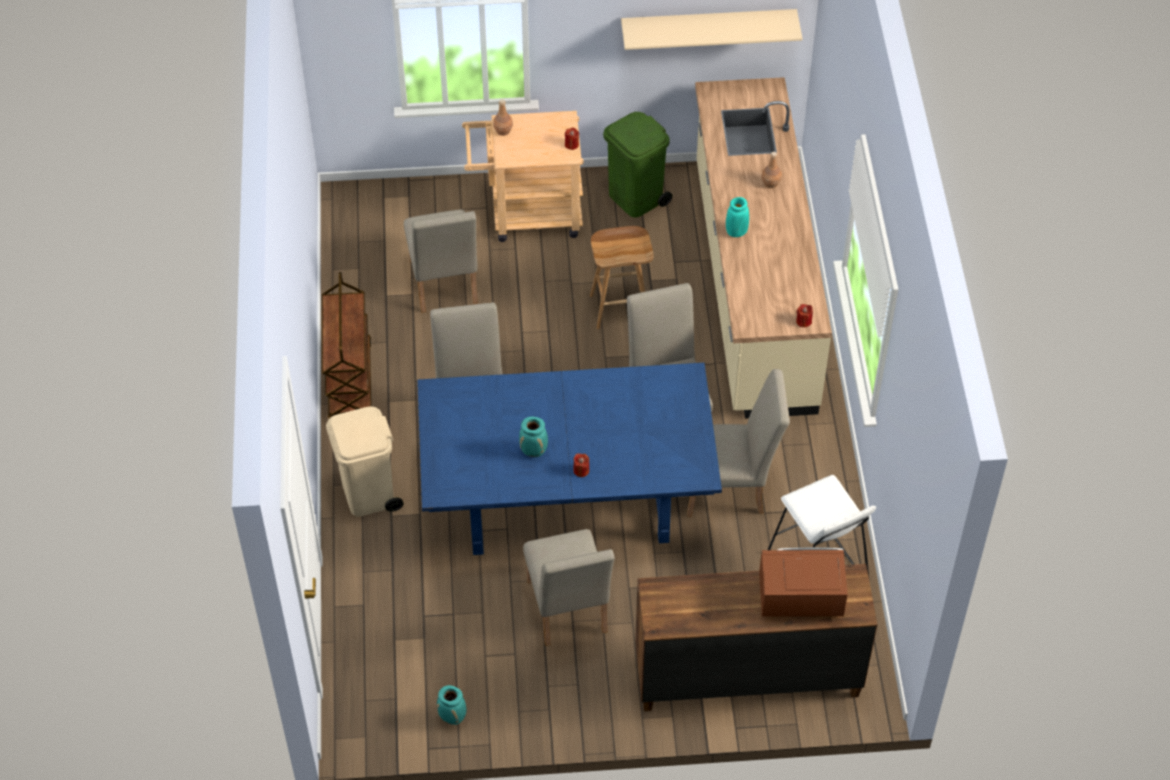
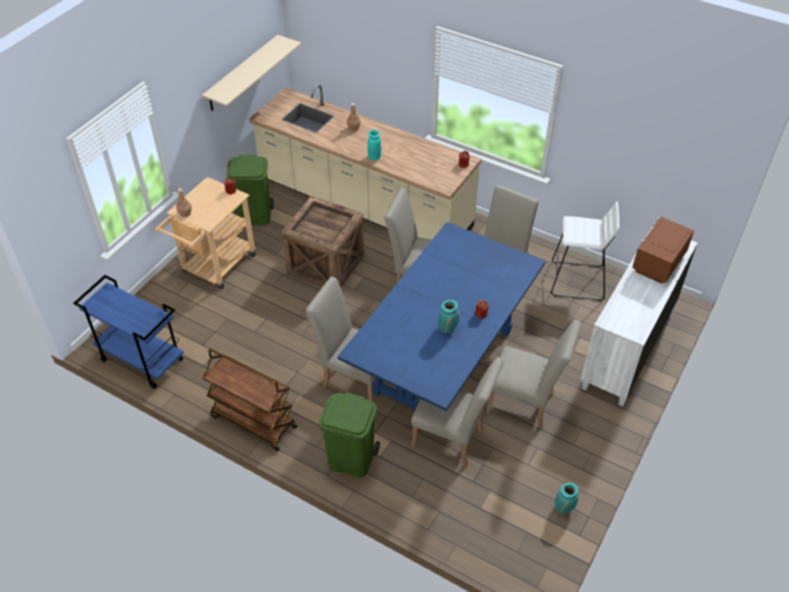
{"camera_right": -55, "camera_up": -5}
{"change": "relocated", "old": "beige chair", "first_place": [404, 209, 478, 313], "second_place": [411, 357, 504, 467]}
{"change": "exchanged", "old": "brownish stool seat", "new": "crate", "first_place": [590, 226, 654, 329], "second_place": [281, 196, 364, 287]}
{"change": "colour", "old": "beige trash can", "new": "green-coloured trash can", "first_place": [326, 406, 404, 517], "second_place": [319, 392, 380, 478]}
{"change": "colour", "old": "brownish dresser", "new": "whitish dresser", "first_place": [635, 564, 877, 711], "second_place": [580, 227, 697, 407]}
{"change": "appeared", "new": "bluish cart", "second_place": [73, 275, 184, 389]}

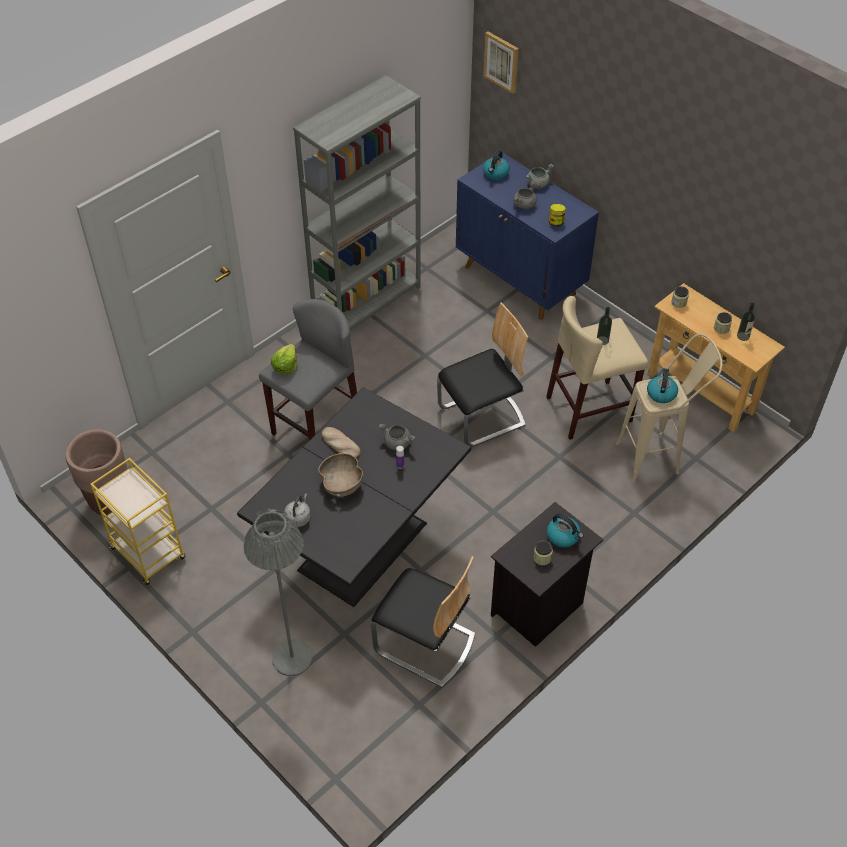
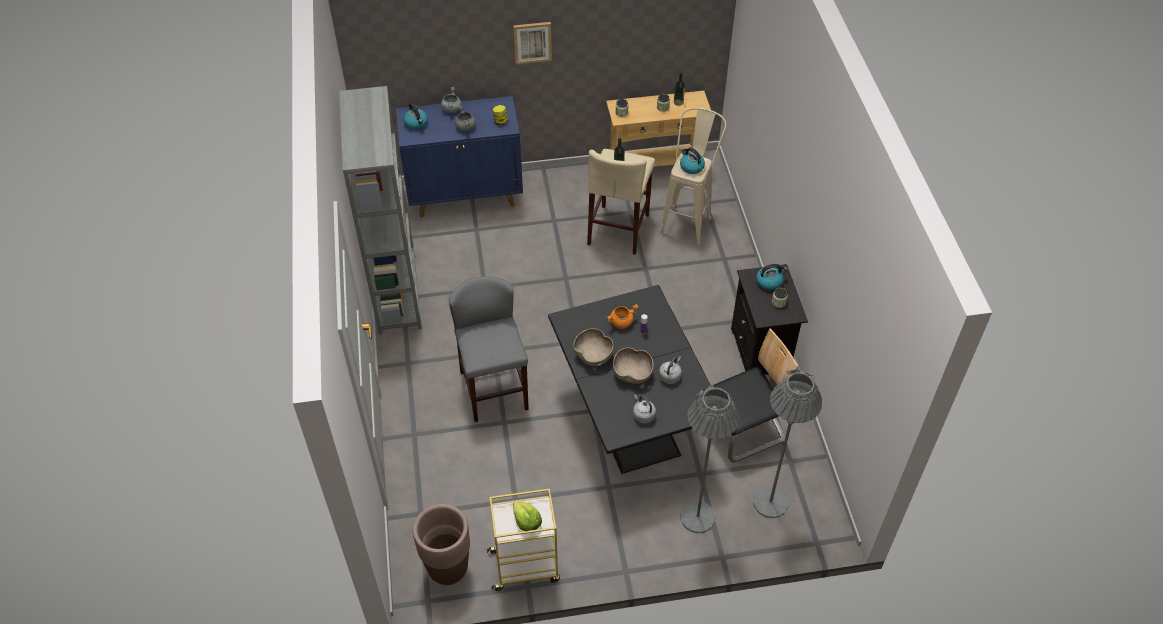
{"camera_right": -55, "camera_up": 0}
{"change": "relocated", "old": "picture", "first_place": [483, 32, 519, 94], "second_place": [513, 22, 552, 64]}
{"change": "missing", "old": "chair", "first_place": [437, 303, 528, 447]}
{"change": "relocated", "old": "lettuce", "first_place": [271, 344, 297, 374], "second_place": [513, 500, 542, 531]}
{"change": "colour", "old": "grey saucepot", "new": "orangey saucepot", "first_place": [379, 424, 416, 450], "second_place": [607, 304, 638, 329]}
{"change": "exchanged", "old": "baked bread", "new": "brownish serving bowl", "first_place": [322, 427, 361, 458], "second_place": [573, 328, 613, 366]}
{"change": "appeared", "new": "grey kettle", "second_place": [659, 357, 681, 384]}
{"change": "appeared", "new": "grey standing lamp", "second_place": [753, 370, 822, 518]}

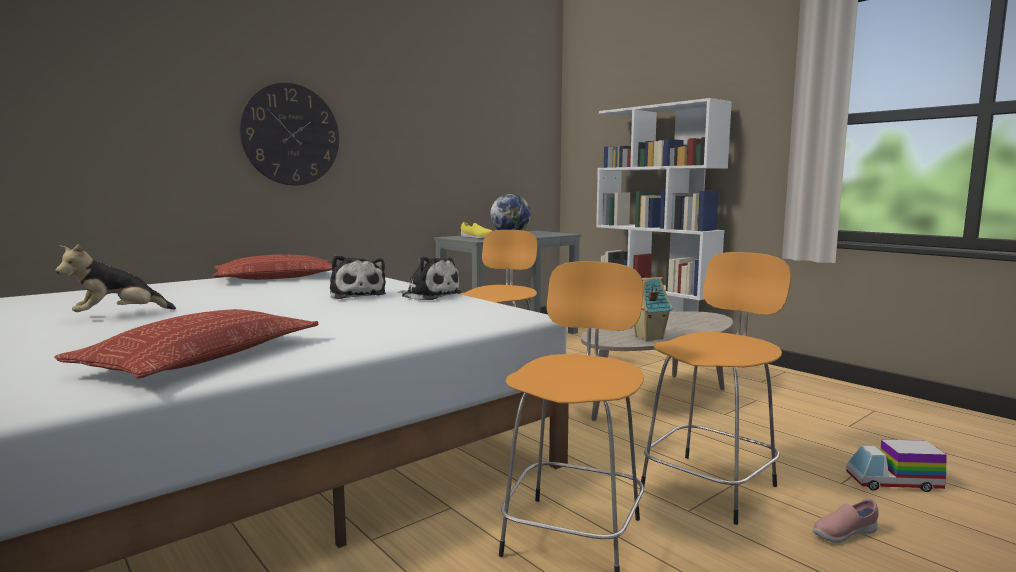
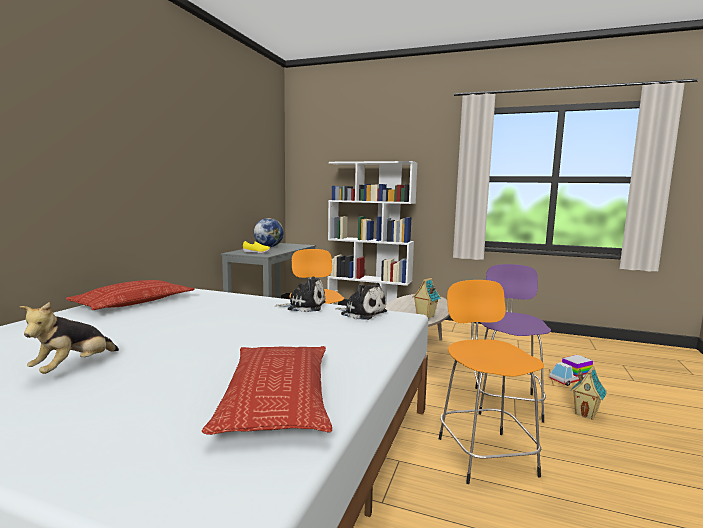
{"camera_right": -30, "camera_up": 0}
{"change": "missing", "old": "hanging clock", "first_place": [239, 83, 339, 185]}
{"change": "colour", "old": "orangey stool seat", "new": "purplish stool seat", "first_place": [641, 252, 791, 525], "second_place": [474, 264, 551, 423]}
{"change": "relocated", "old": "soft toy", "first_place": [330, 255, 386, 299], "second_place": [335, 283, 387, 320]}
{"change": "exchanged", "old": "pink low shoe", "new": "model house", "first_place": [813, 499, 879, 543], "second_place": [571, 366, 607, 420]}

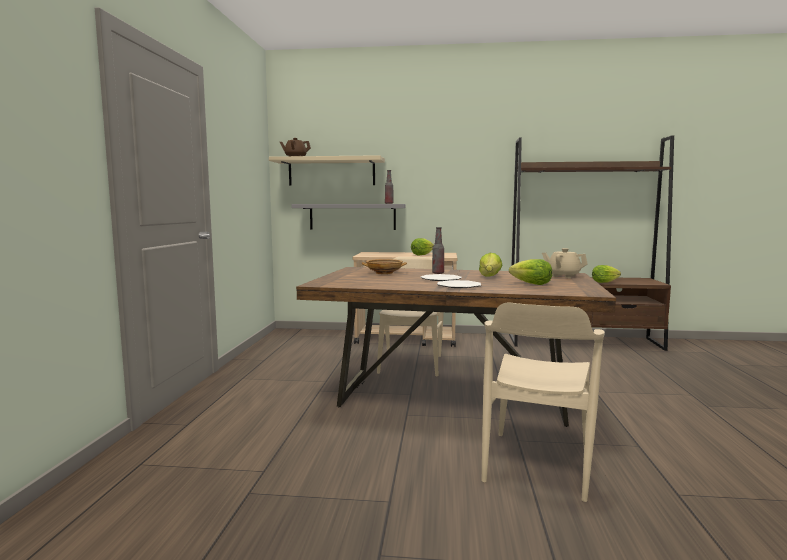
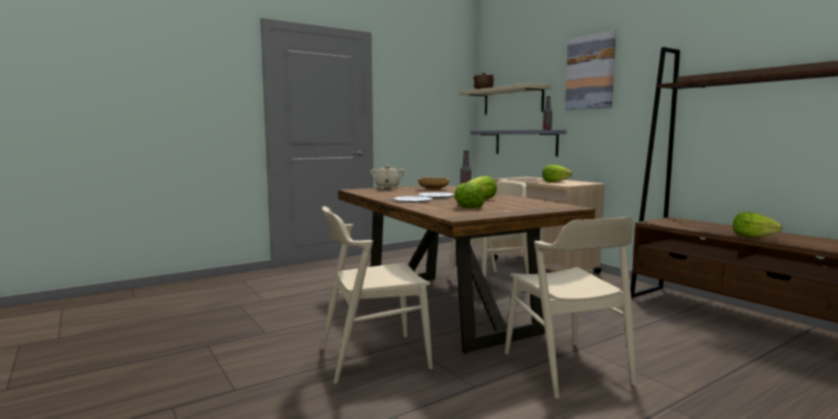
{"camera_right": 50, "camera_up": 0}
{"change": "relocated", "old": "beige pot for tea", "first_place": [542, 248, 588, 278], "second_place": [370, 165, 405, 189]}
{"change": "appeared", "new": "picture", "second_place": [565, 30, 616, 110]}
{"change": "appeared", "new": "beige chair", "second_place": [505, 217, 636, 399]}

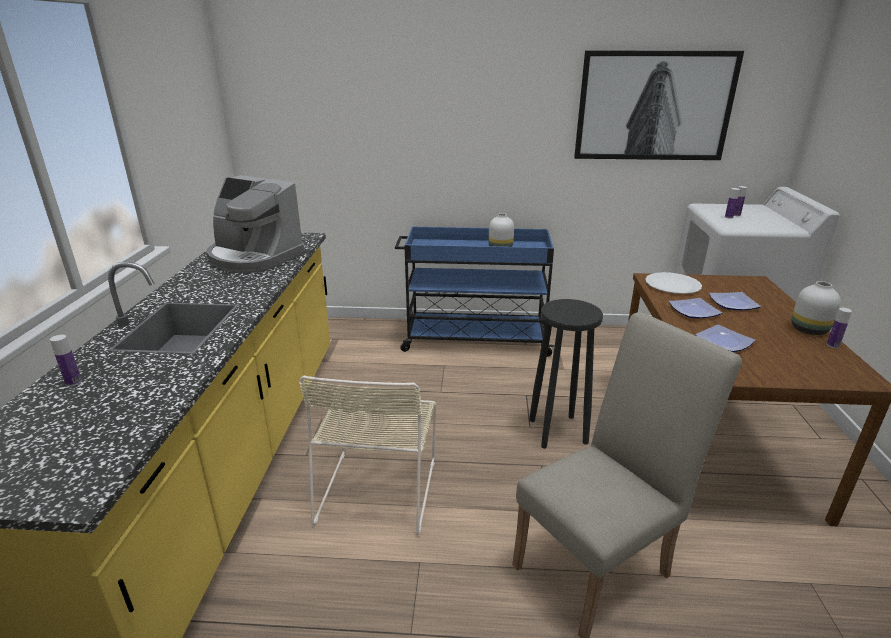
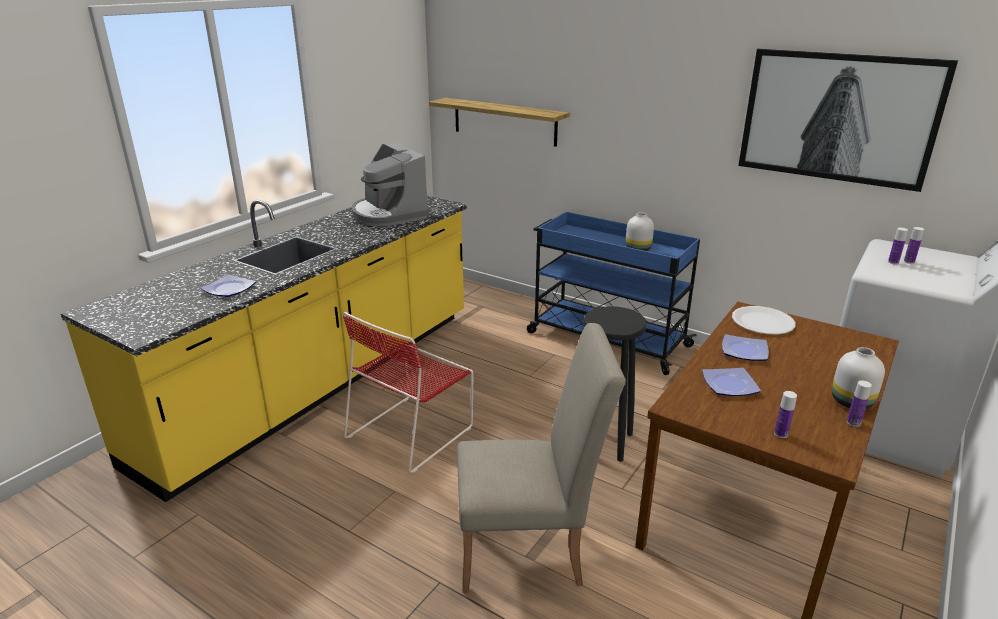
{"camera_right": 30, "camera_up": 0}
{"change": "relocated", "old": "flat dish", "first_place": [709, 292, 761, 310], "second_place": [201, 275, 256, 297]}
{"change": "relocated", "old": "beverage bottle", "first_place": [50, 335, 82, 386], "second_place": [774, 391, 797, 438]}
{"change": "colour", "old": "beige chair", "new": "red-coloured chair", "first_place": [299, 376, 436, 535], "second_place": [343, 312, 474, 473]}
{"change": "appeared", "new": "wall shelf", "second_place": [429, 98, 570, 147]}

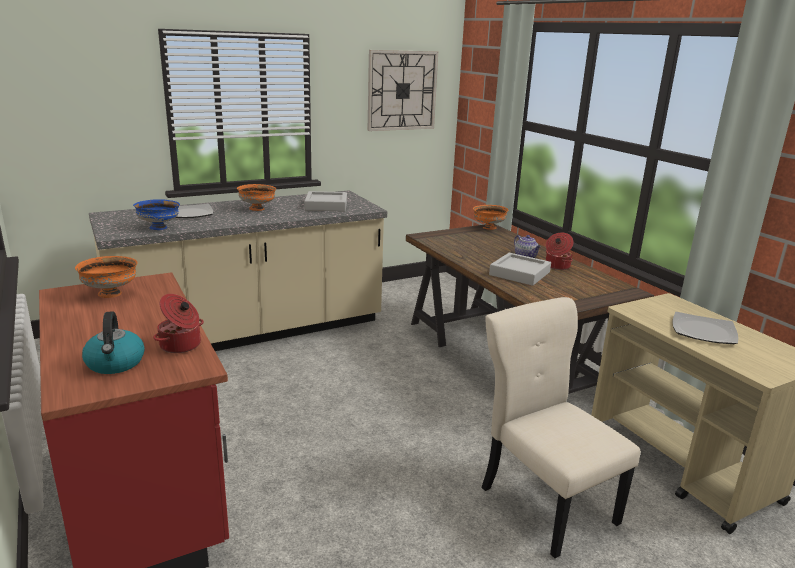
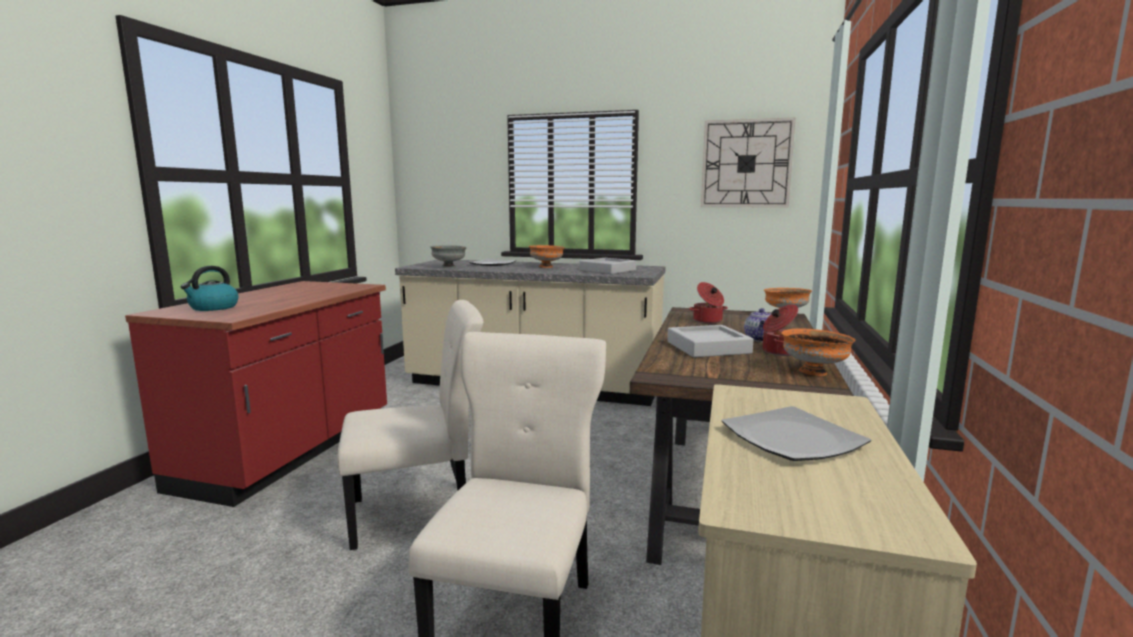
{"camera_right": 45, "camera_up": -10}
{"change": "colour", "old": "bluish serving bowl", "new": "grey serving bowl", "first_place": [133, 199, 180, 230], "second_place": [430, 245, 467, 268]}
{"change": "relocated", "old": "orangey serving bowl", "first_place": [75, 256, 138, 298], "second_place": [781, 328, 855, 376]}
{"change": "relocated", "old": "saucepot", "first_place": [153, 294, 204, 353], "second_place": [689, 282, 728, 323]}
{"change": "appeared", "new": "beige chair", "second_place": [337, 300, 484, 550]}

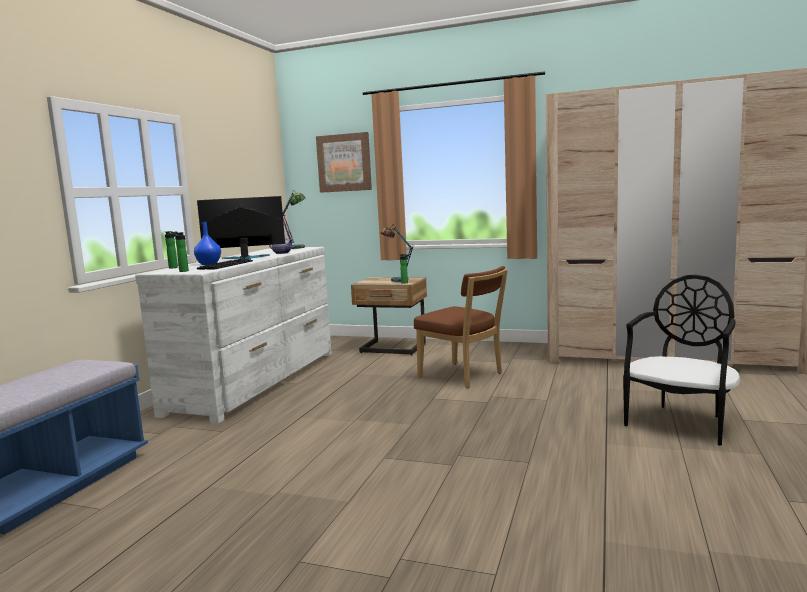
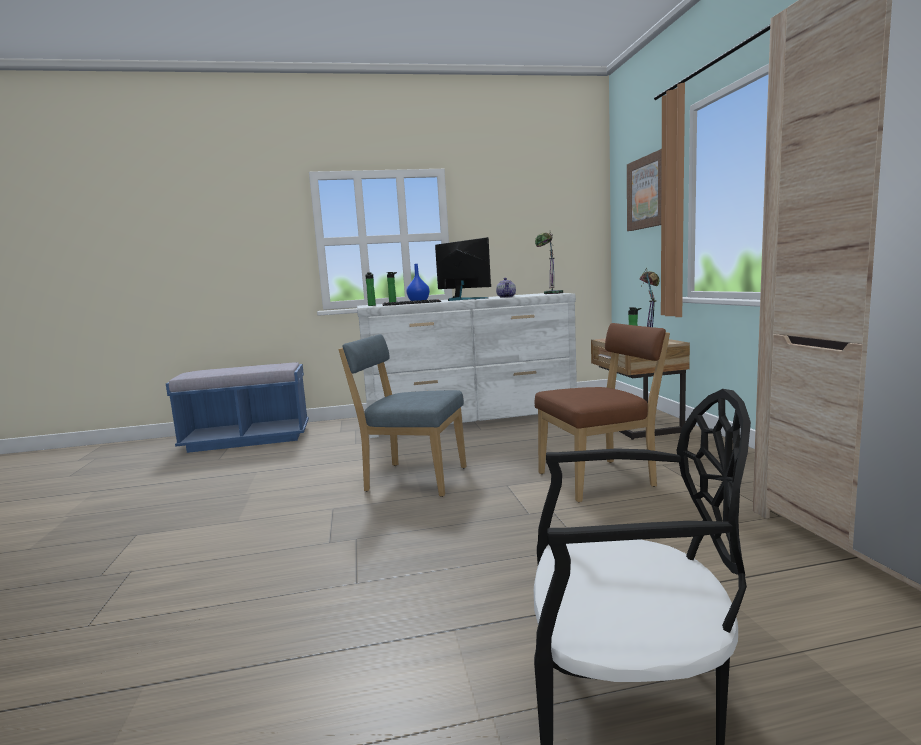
{"camera_right": 60, "camera_up": 0}
{"change": "spun", "old": "brownish chair", "first_place": [414, 266, 508, 388], "second_place": [535, 323, 670, 502], "degrees": -120}
{"change": "appeared", "new": "bluish chair", "second_place": [338, 334, 466, 497]}

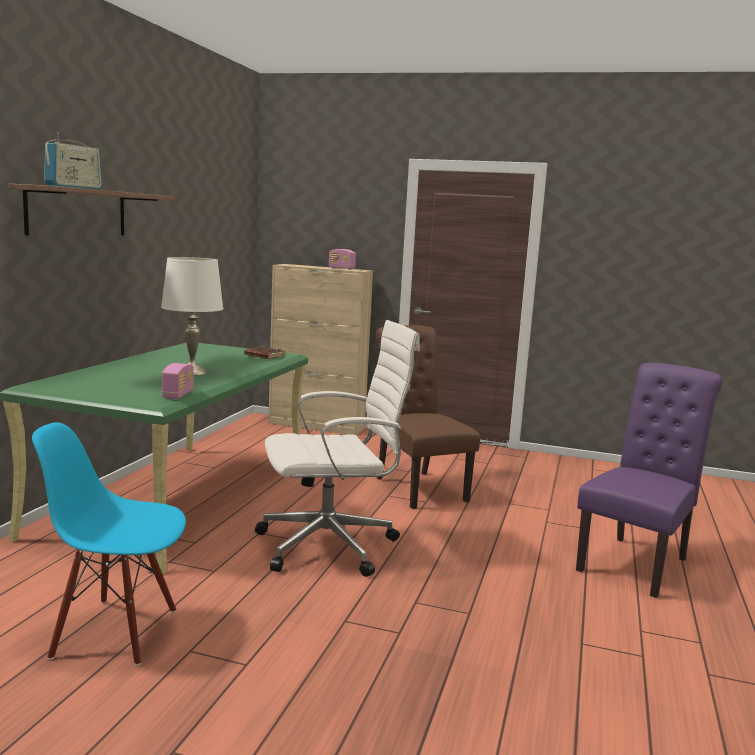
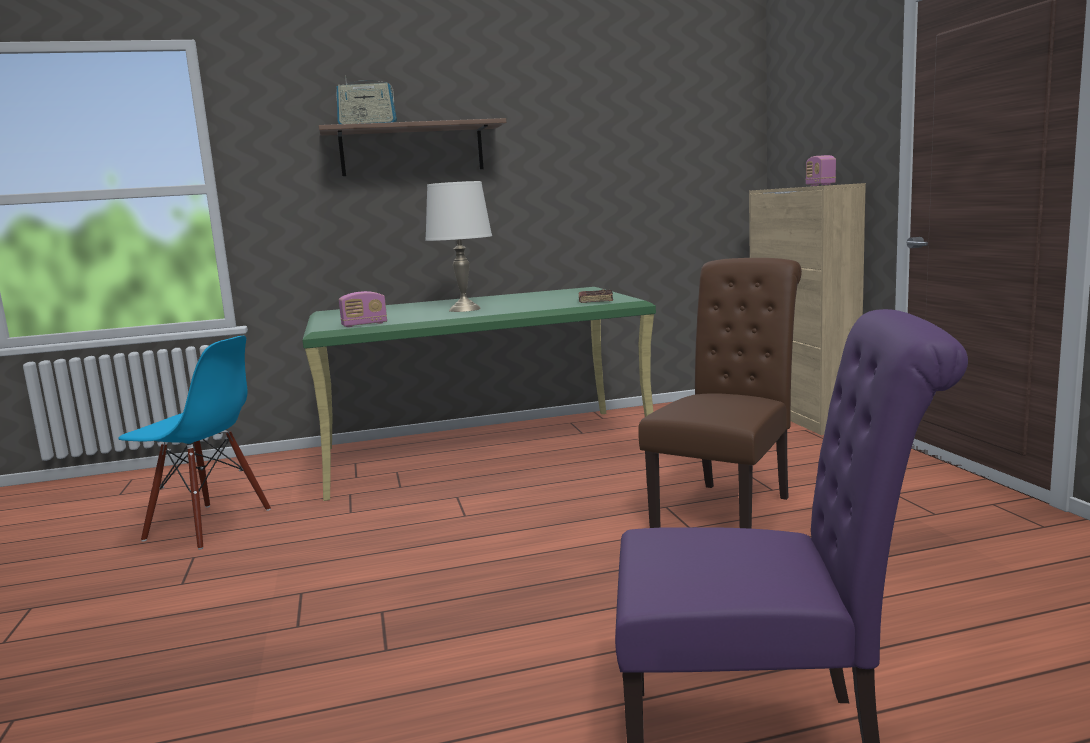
{"camera_right": 60, "camera_up": 0}
{"change": "missing", "old": "whitish desk chair", "first_place": [255, 320, 420, 577]}
{"change": "spun", "old": "bluish chair", "first_place": [32, 422, 186, 666], "second_place": [118, 336, 271, 550], "degrees": 135}

